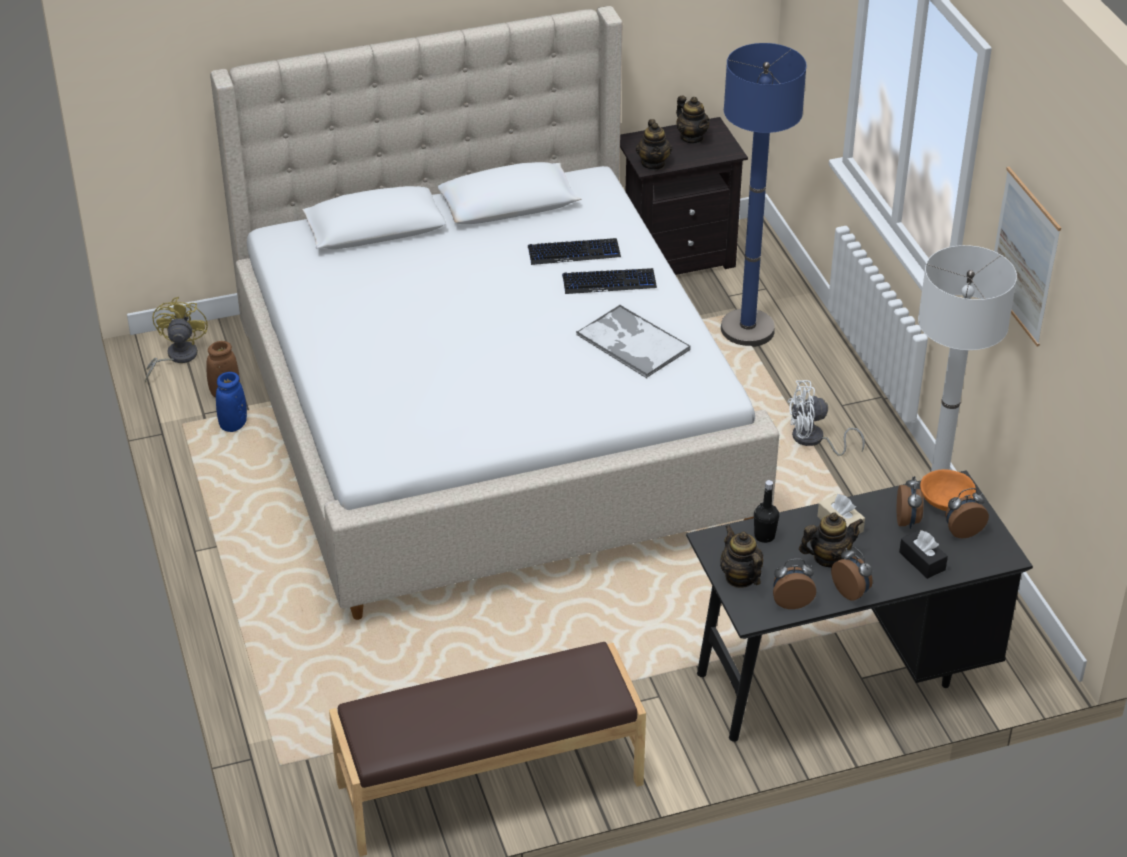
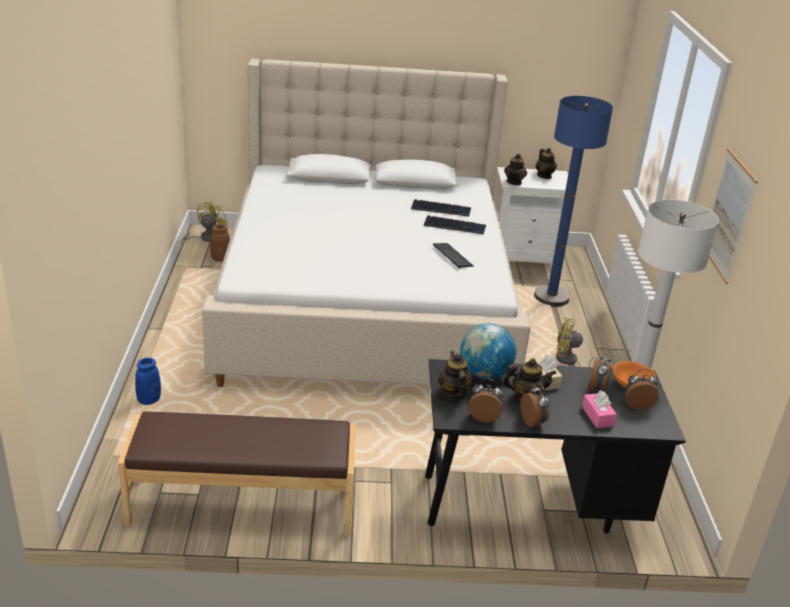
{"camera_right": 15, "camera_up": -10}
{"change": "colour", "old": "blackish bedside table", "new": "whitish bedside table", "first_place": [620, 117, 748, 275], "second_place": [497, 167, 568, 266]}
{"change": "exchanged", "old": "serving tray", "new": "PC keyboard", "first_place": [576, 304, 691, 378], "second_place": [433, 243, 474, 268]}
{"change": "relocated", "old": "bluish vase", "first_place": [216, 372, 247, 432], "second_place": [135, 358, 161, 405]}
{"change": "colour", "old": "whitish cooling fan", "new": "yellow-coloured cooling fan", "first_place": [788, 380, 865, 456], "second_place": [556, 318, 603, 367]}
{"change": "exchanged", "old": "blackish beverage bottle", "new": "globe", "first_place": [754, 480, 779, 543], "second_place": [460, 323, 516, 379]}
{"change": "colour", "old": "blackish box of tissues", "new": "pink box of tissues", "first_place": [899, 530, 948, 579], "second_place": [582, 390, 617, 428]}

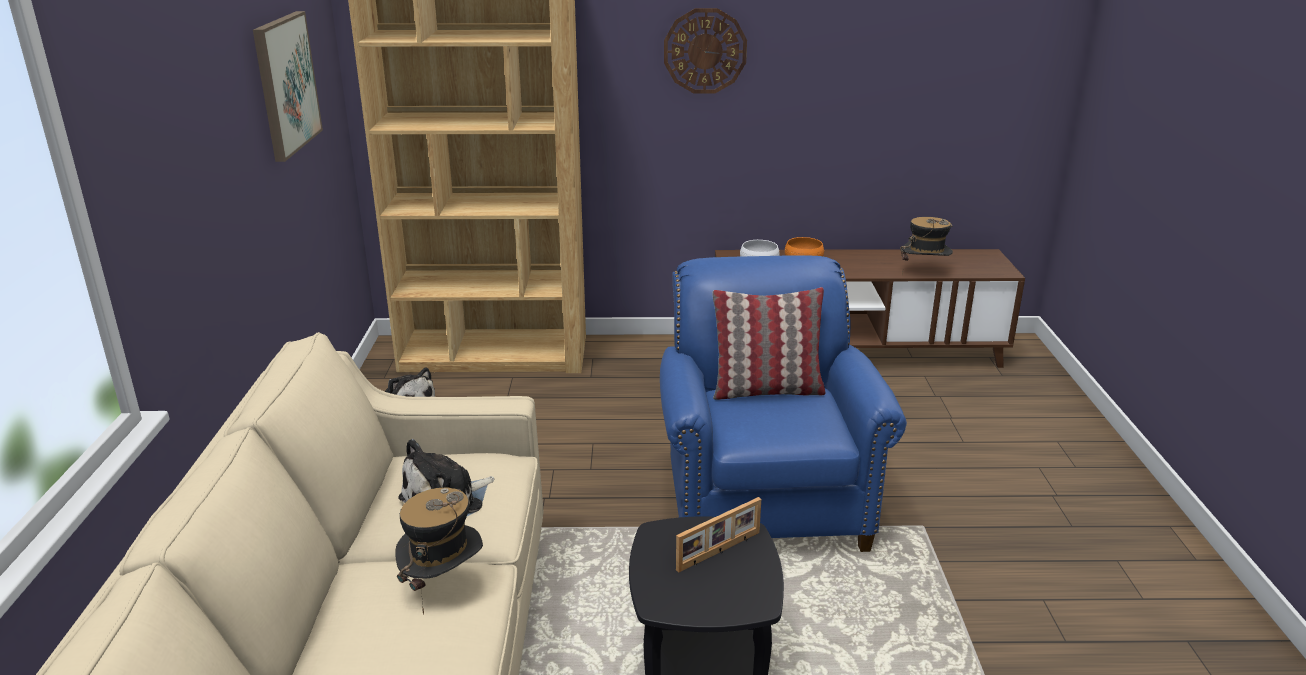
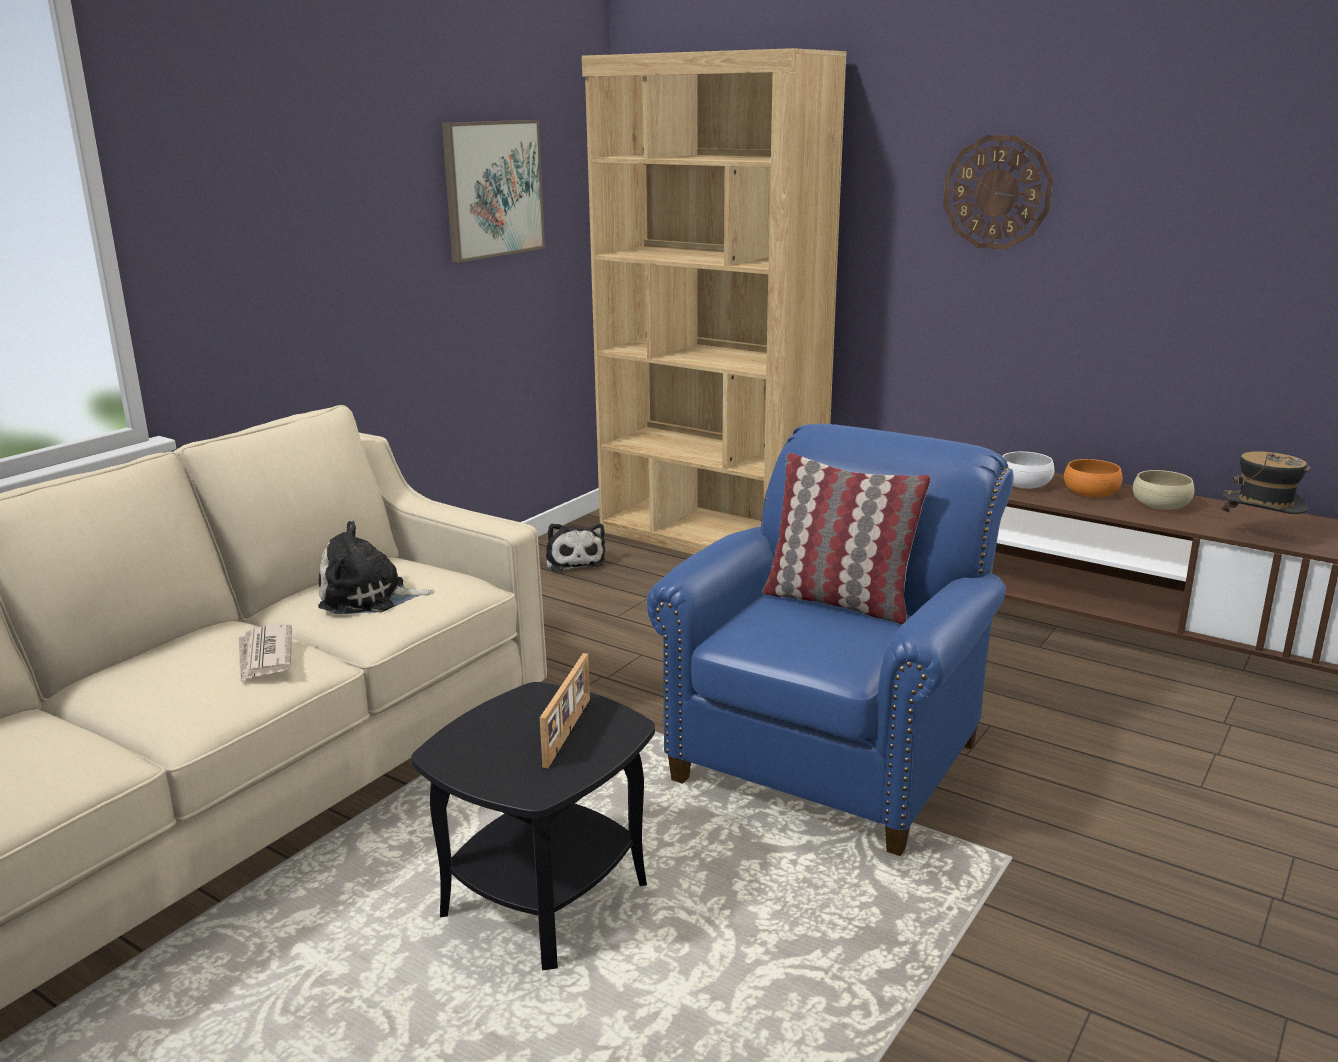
{"camera_right": 35, "camera_up": -5}
{"change": "exchanged", "old": "wearable hat", "new": "daily paper", "first_place": [395, 487, 483, 615], "second_place": [238, 624, 292, 682]}
{"change": "spun", "old": "standing frame", "first_place": [676, 497, 761, 573], "second_place": [540, 653, 590, 768], "degrees": -75}
{"change": "appeared", "new": "beige serving bowl", "second_place": [1133, 470, 1195, 510]}

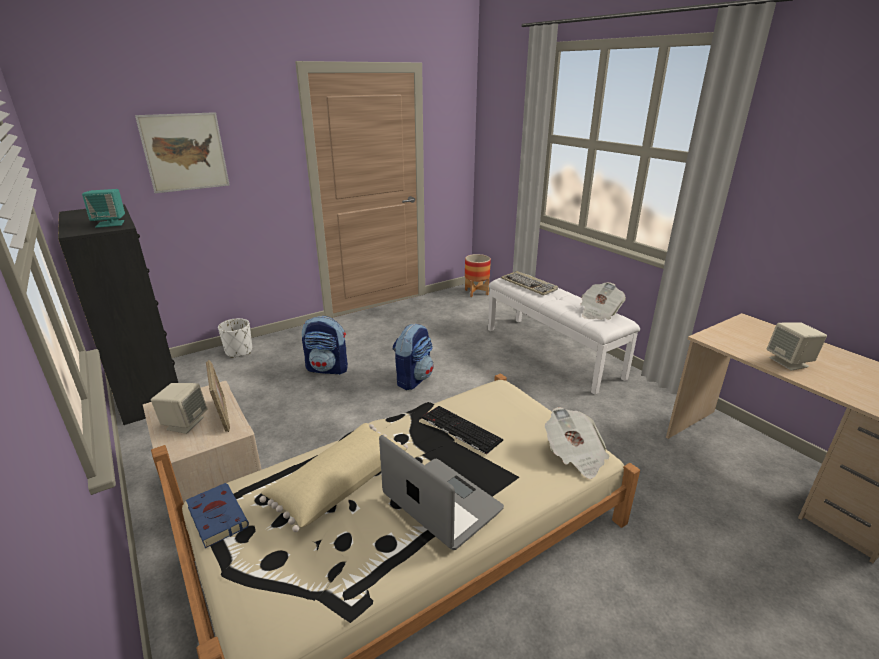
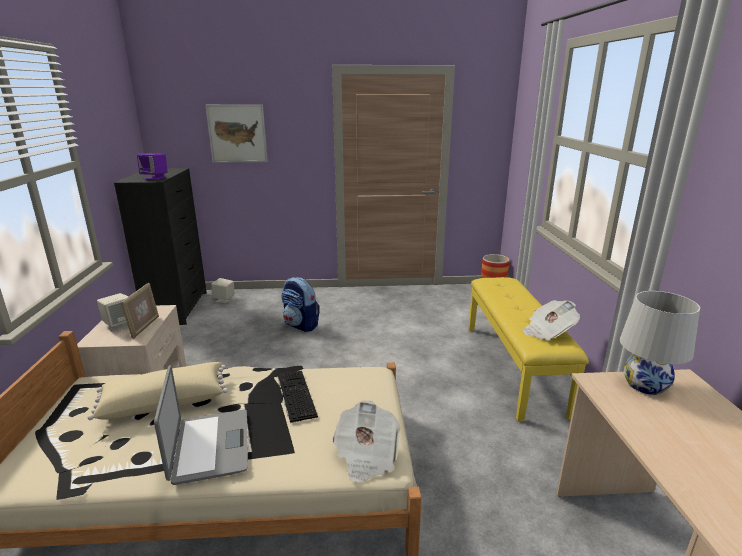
{"camera_right": 30, "camera_up": -5}
{"change": "colour", "old": "turquoise audio speaker", "new": "purplish audio speaker", "first_place": [82, 189, 125, 228], "second_place": [137, 154, 168, 180]}
{"change": "missing", "old": "PC keyboard", "first_place": [501, 271, 558, 296]}
{"change": "colour", "old": "whitish bench", "new": "yellow-coloured bench", "first_place": [488, 274, 640, 395], "second_place": [469, 277, 589, 422]}
{"change": "missing", "old": "whitish flower pot", "first_place": [218, 318, 252, 358]}
{"change": "relocated", "old": "beige audio speaker", "first_place": [767, 322, 827, 371], "second_place": [211, 278, 234, 303]}
{"change": "missing", "old": "backpack", "first_place": [393, 324, 433, 390]}
{"change": "missing", "old": "bluish bound book", "first_place": [186, 483, 249, 548]}
{"change": "appeared", "new": "whitish table lamp", "second_place": [620, 291, 700, 395]}

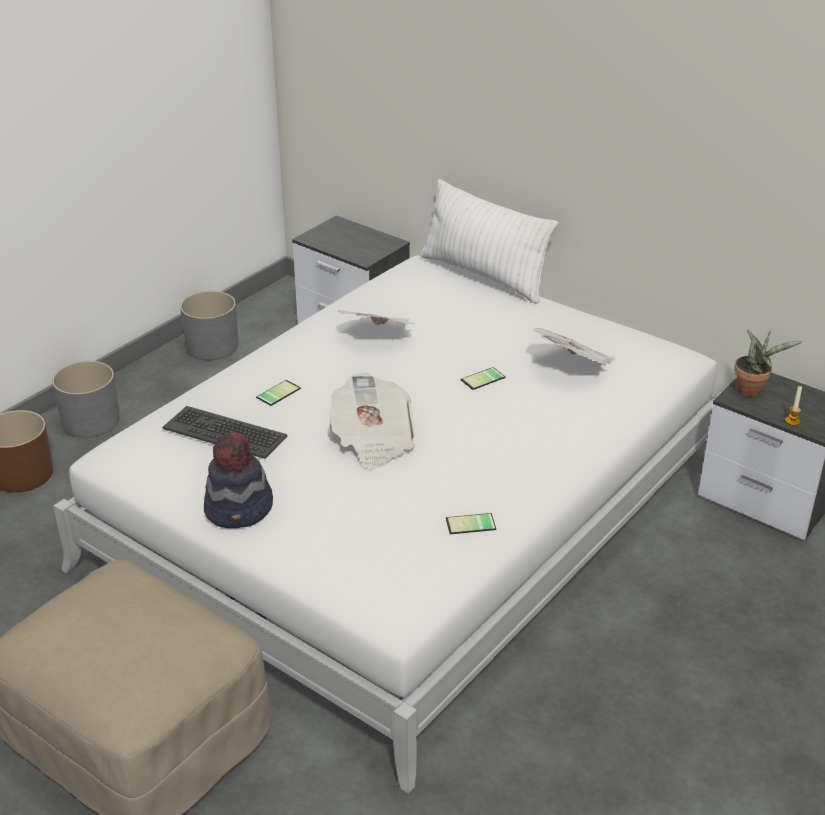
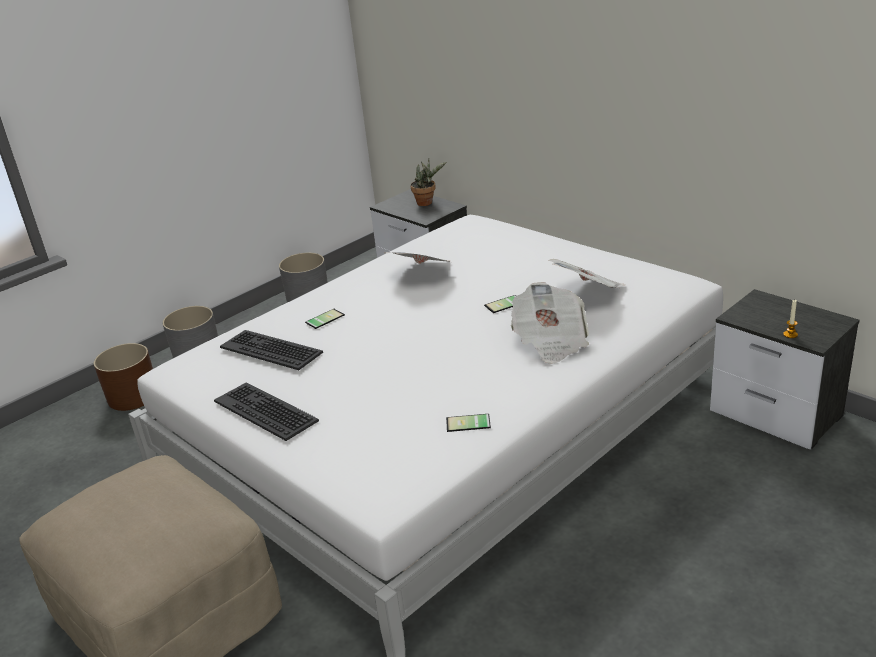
{"camera_right": 10, "camera_up": -5}
{"change": "missing", "old": "whitish cushion", "first_place": [420, 179, 559, 304]}
{"change": "relocated", "old": "potted plant", "first_place": [734, 330, 803, 396], "second_place": [411, 158, 446, 206]}
{"change": "relocated", "old": "daily paper", "first_place": [329, 373, 415, 470], "second_place": [511, 282, 589, 364]}
{"change": "exchanged", "old": "wearable hat", "new": "PC keyboard", "first_place": [204, 431, 273, 528], "second_place": [214, 382, 319, 441]}

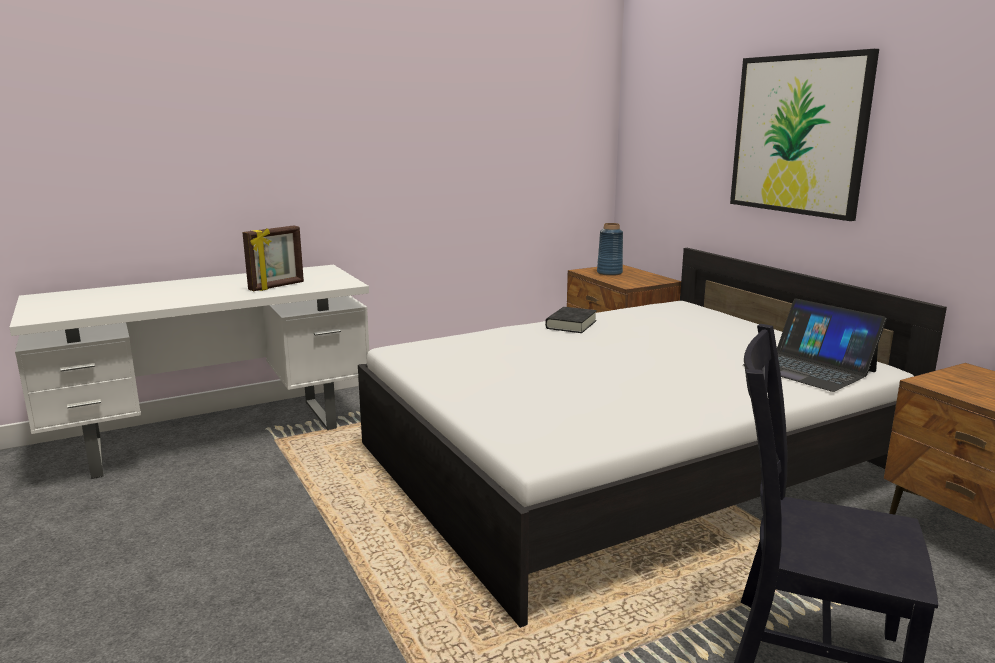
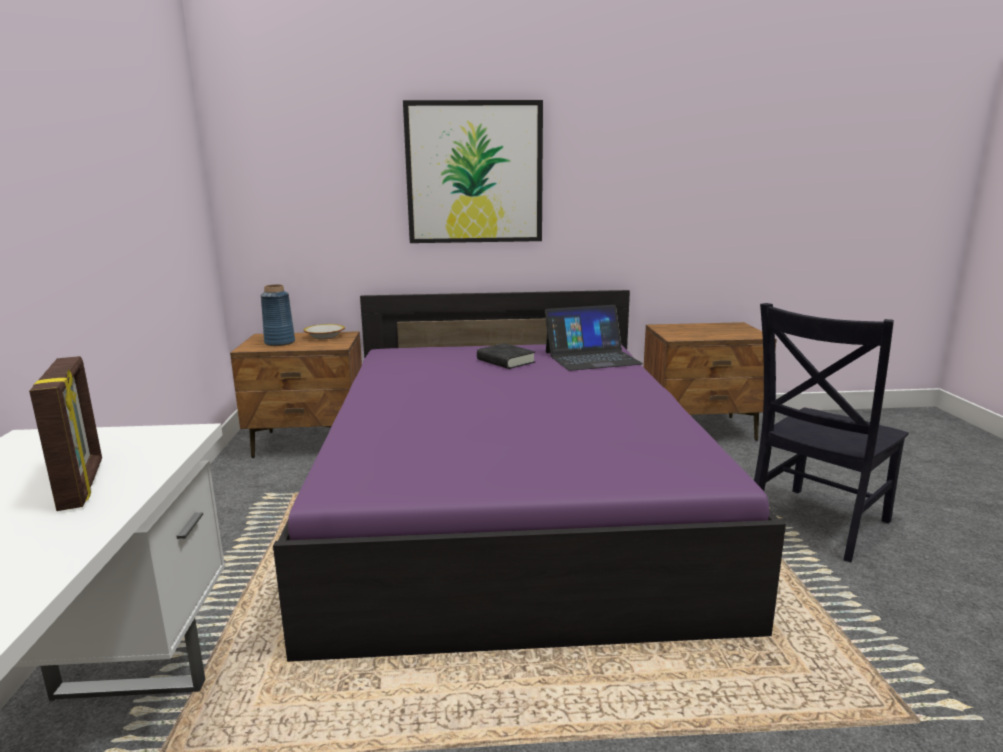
{"camera_right": -65, "camera_up": 0}
{"change": "colour", "old": "whitish bed", "new": "purplish bed", "first_place": [358, 248, 947, 628], "second_place": [273, 290, 786, 662]}
{"change": "relocated", "old": "blackish bound book", "first_place": [545, 307, 597, 333], "second_place": [477, 343, 535, 369]}
{"change": "appeared", "new": "serving bowl", "second_place": [303, 324, 345, 339]}

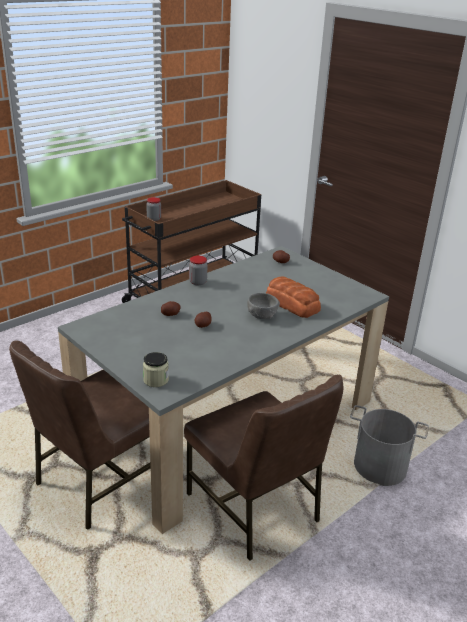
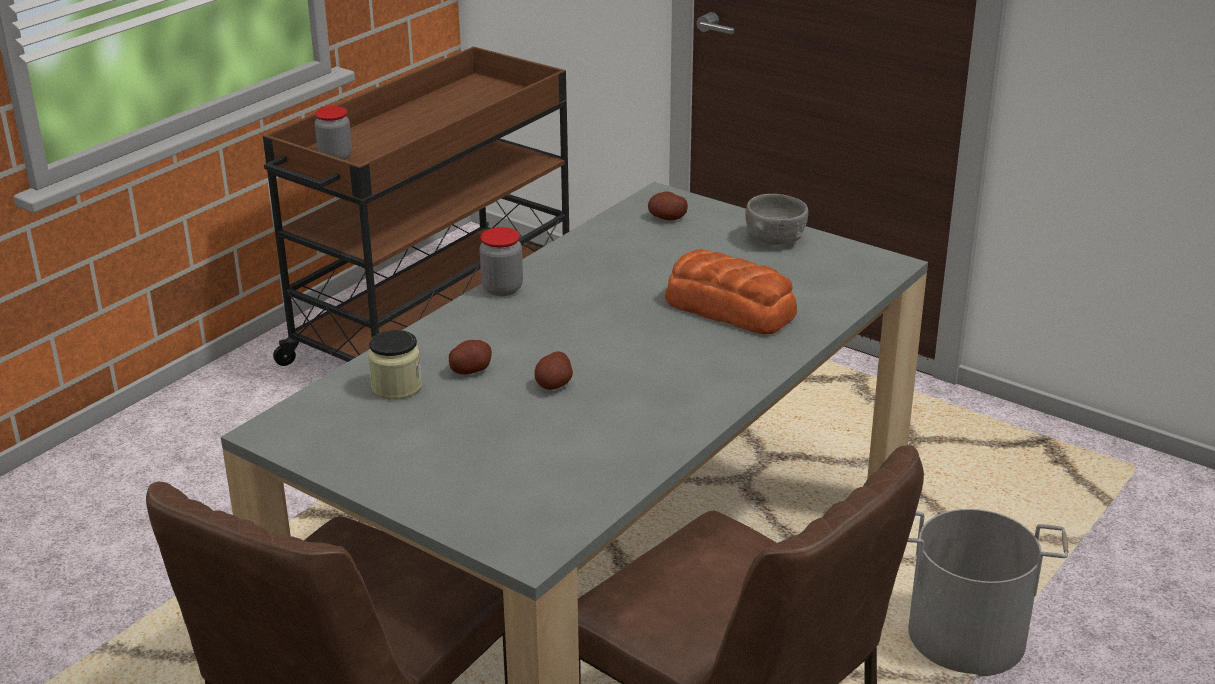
{"camera_right": -10, "camera_up": 0}
{"change": "relocated", "old": "grey serving bowl", "first_place": [247, 293, 280, 319], "second_place": [745, 194, 808, 245]}
{"change": "relocated", "old": "jar", "first_place": [143, 352, 169, 387], "second_place": [368, 330, 422, 399]}

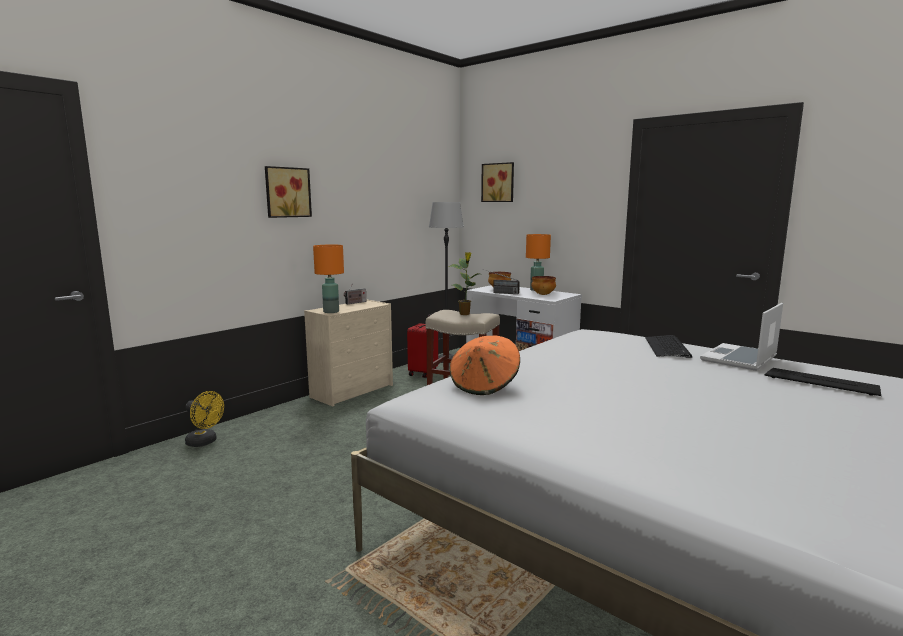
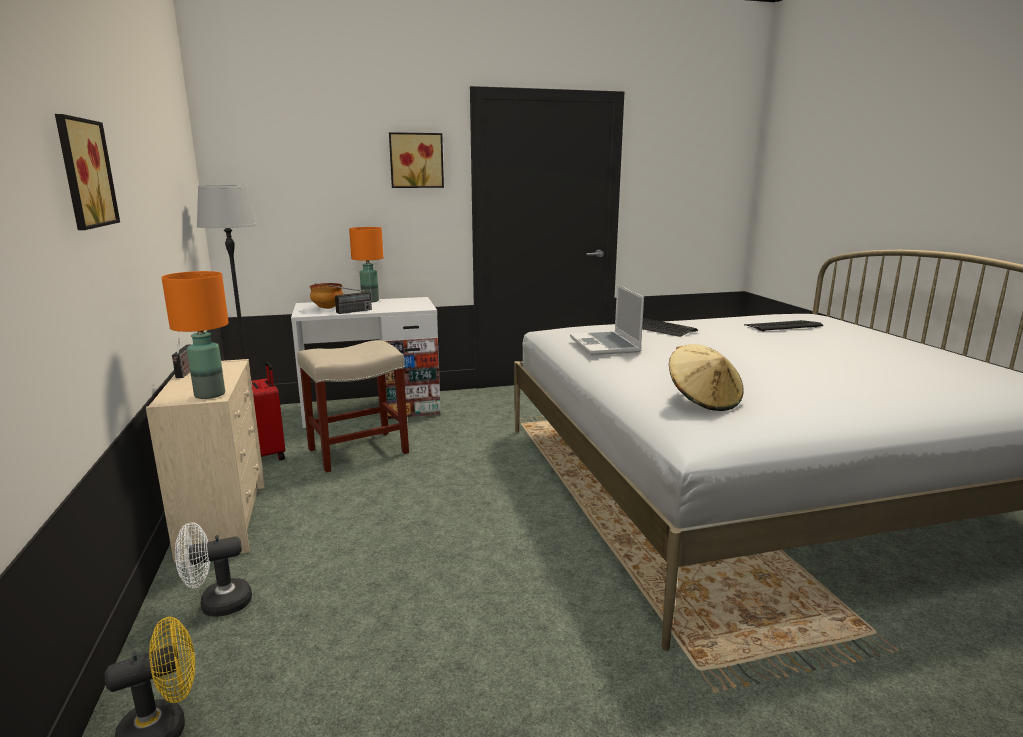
{"camera_right": -55, "camera_up": 5}
{"change": "relocated", "old": "picture", "first_place": [481, 162, 514, 202], "second_place": [389, 132, 444, 188]}
{"change": "missing", "old": "potted plant", "first_place": [448, 252, 479, 315]}
{"change": "missing", "old": "serving bowl", "first_place": [531, 276, 556, 295]}
{"change": "relocated", "old": "notebook computer", "first_place": [700, 303, 783, 371], "second_place": [570, 285, 644, 355]}
{"change": "colour", "old": "orangey wearable hat", "new": "beige wearable hat", "first_place": [450, 336, 520, 395], "second_place": [669, 344, 743, 411]}
{"change": "appeared", "new": "whitish cooling fan", "second_place": [175, 523, 252, 617]}

